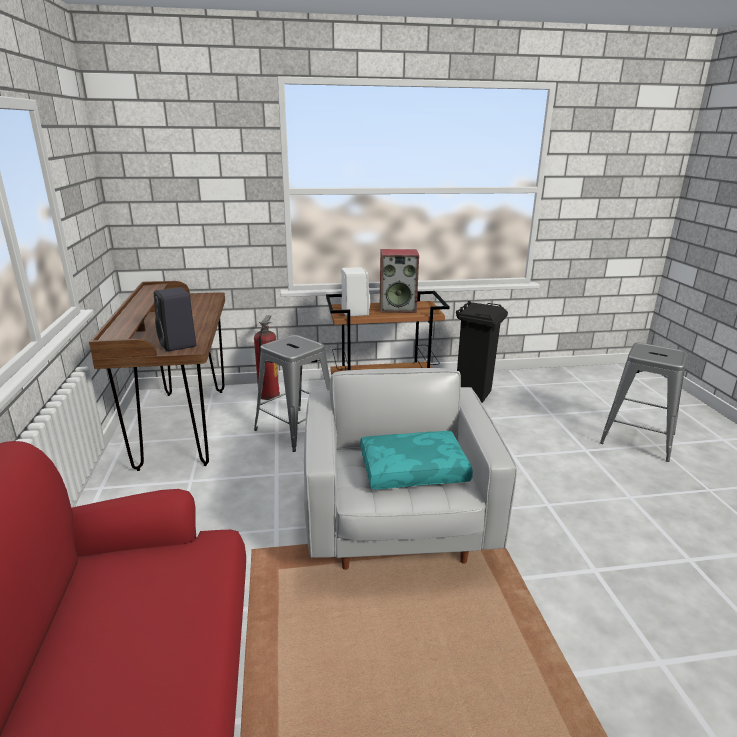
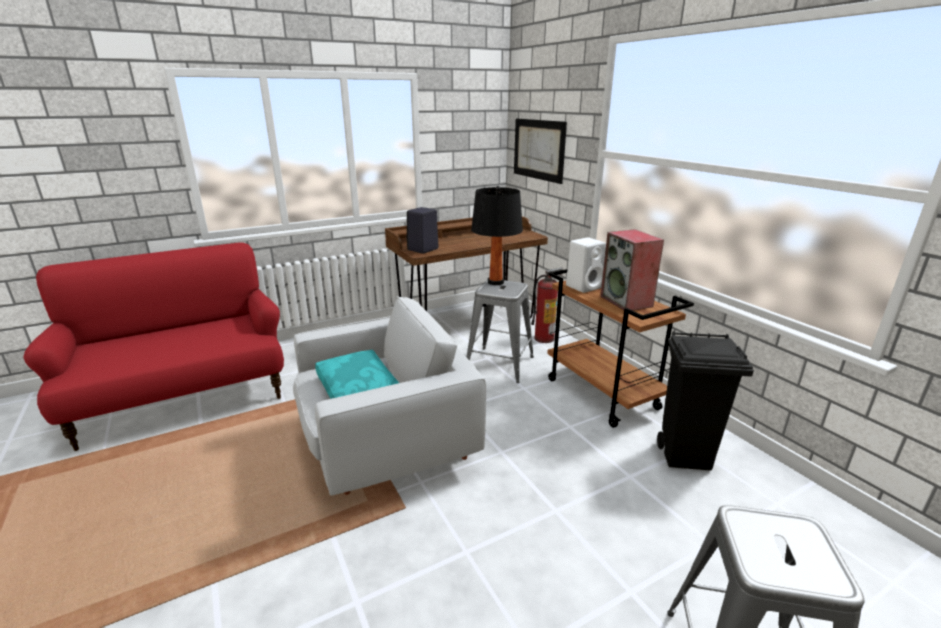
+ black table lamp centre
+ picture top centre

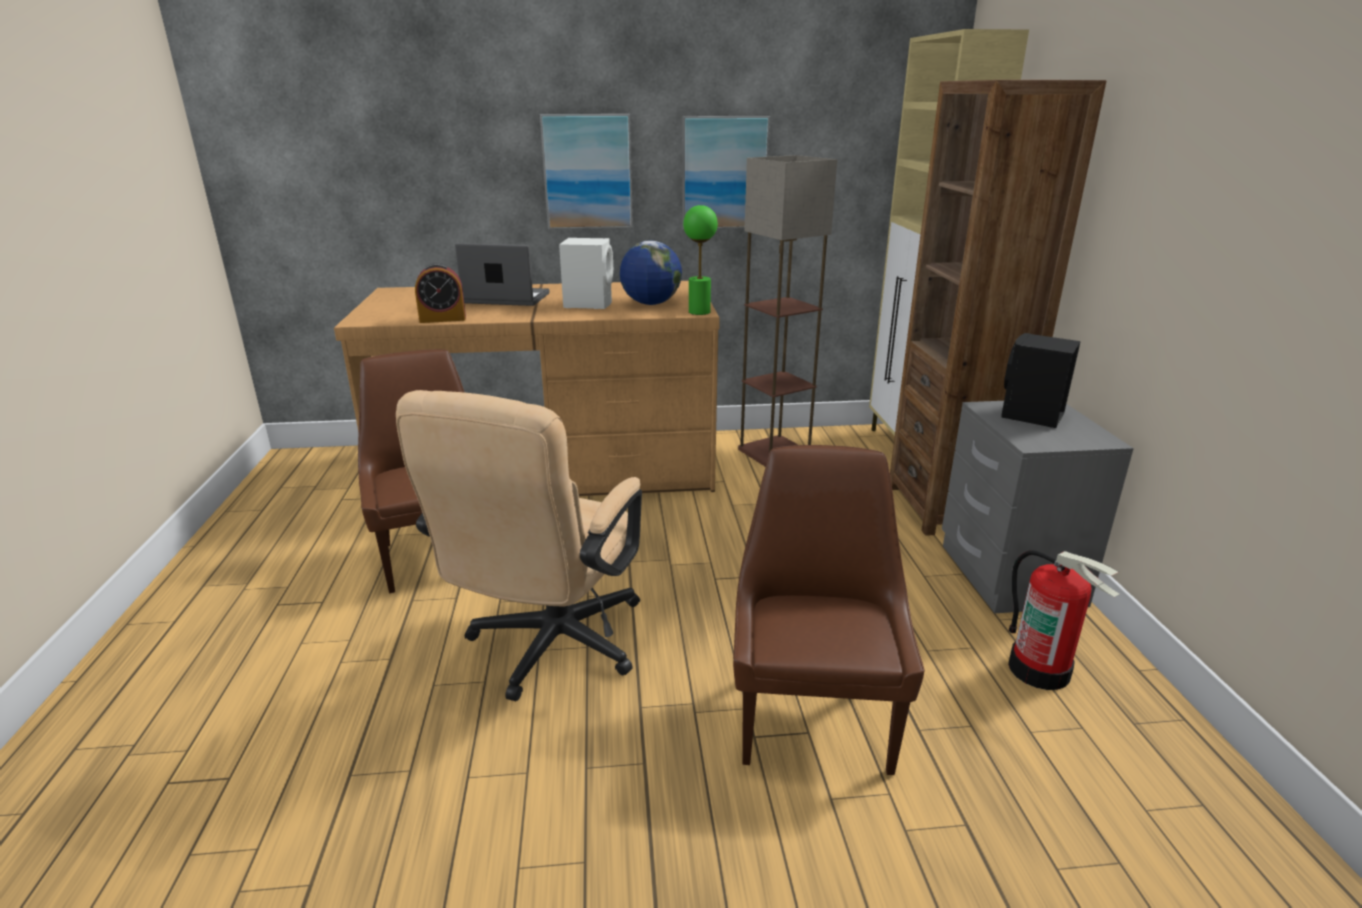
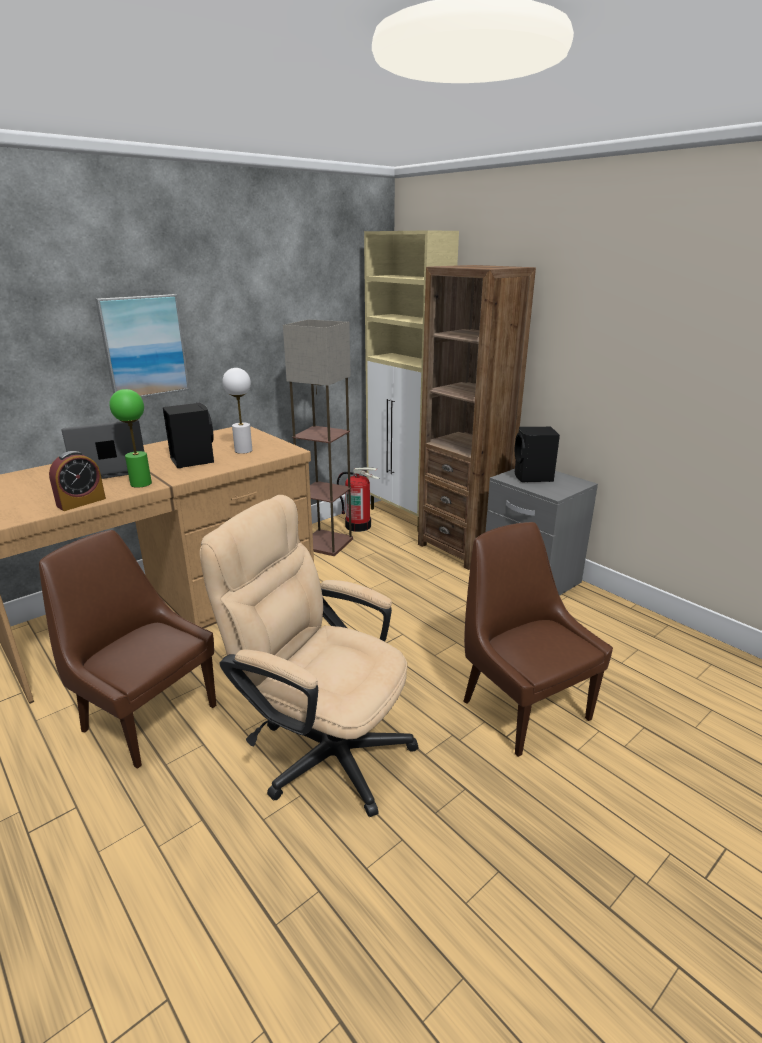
~ green table lamp top centre to middle left
~ white speaker top centre to black speaker (1st from left) middle left
~ beige office chair centre = centre 135 degrees clockwise
~ globe top centre to white table lamp middle left
~ fire extinguisher bottom right to centre
- picture (2nd from left) top centre

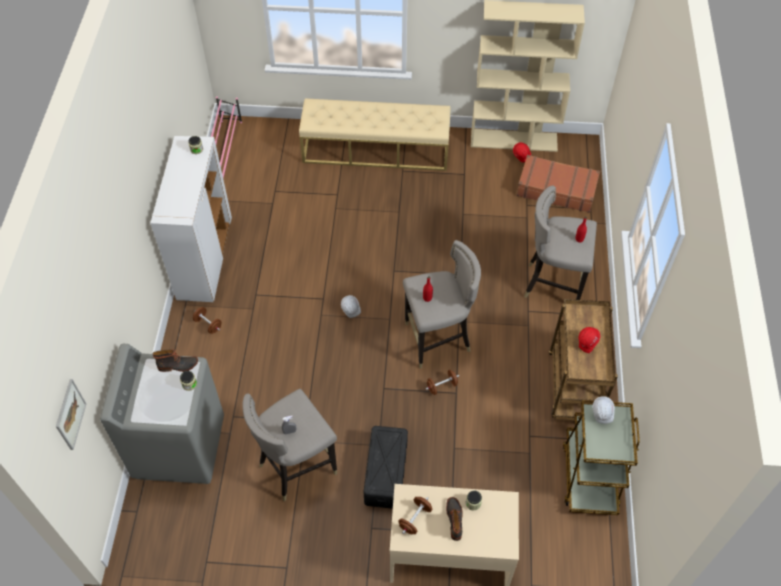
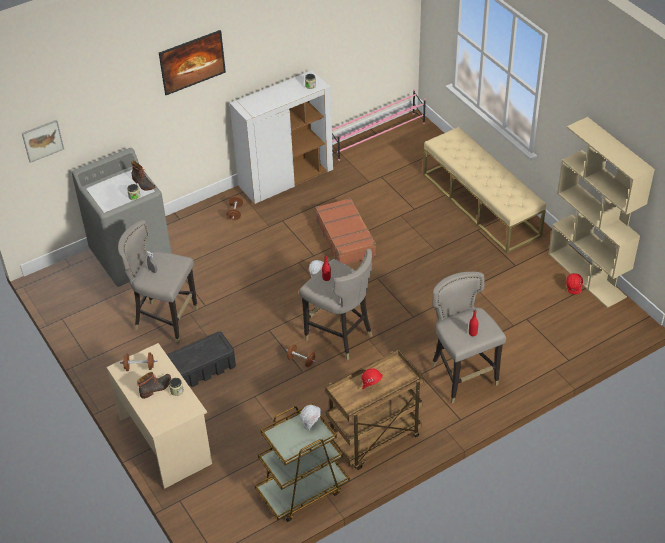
+ picture (2nd from left) top left
~ brown suitcase top right to centre

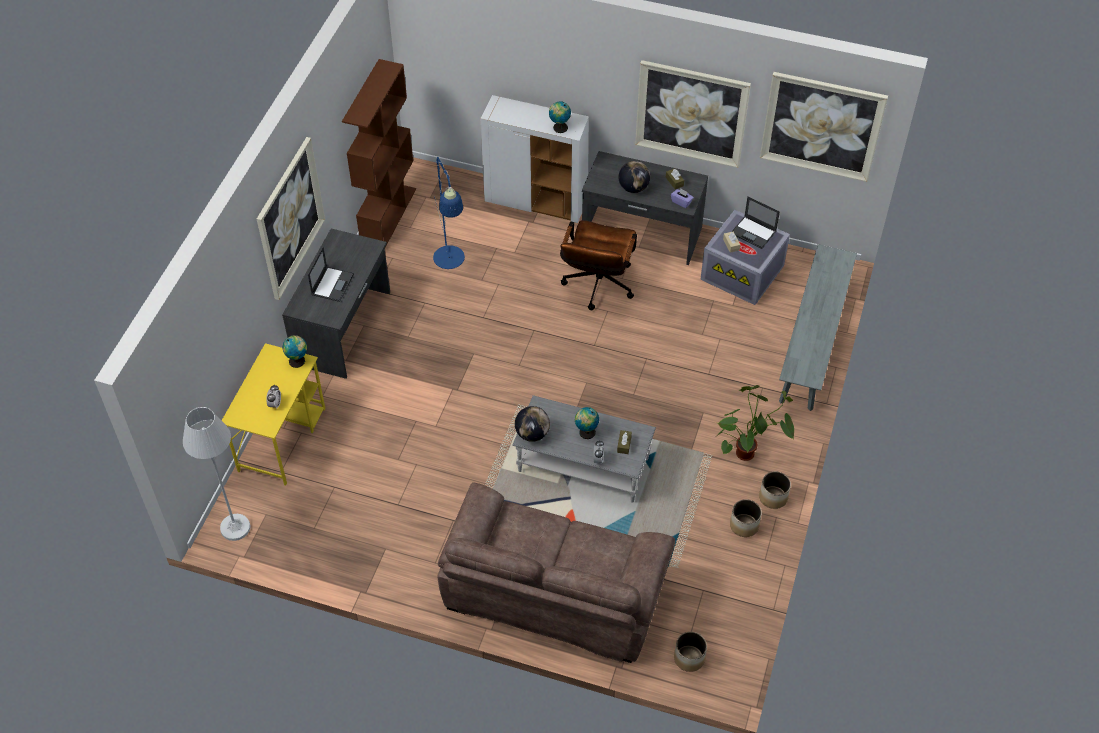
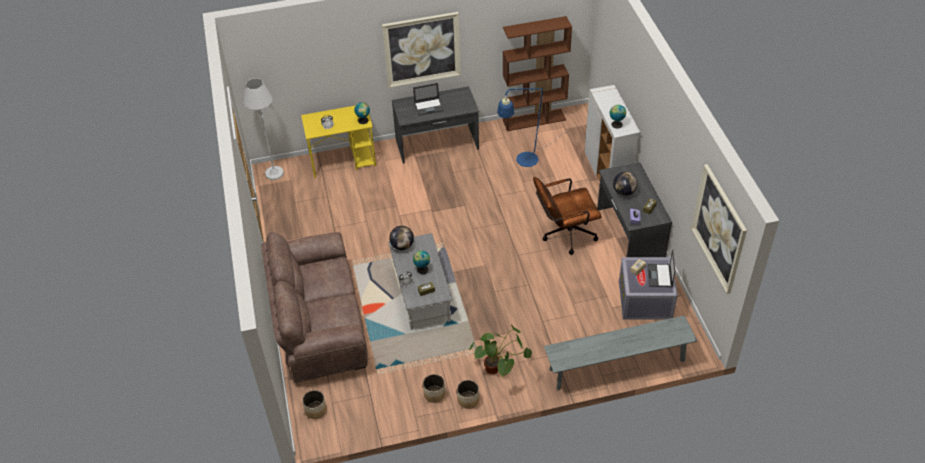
- picture (2nd from left) top centre

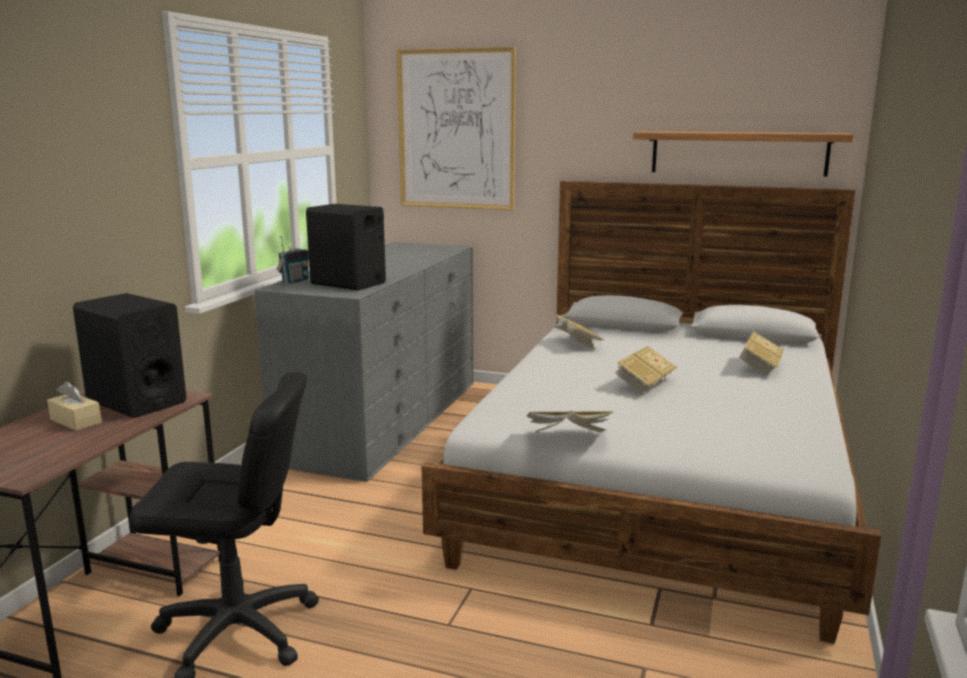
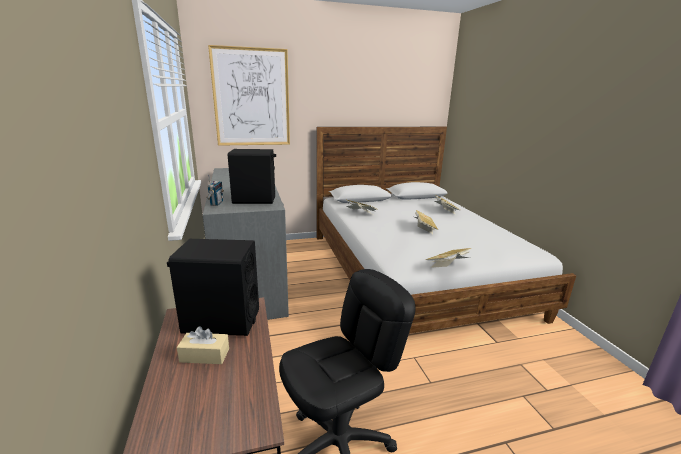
- shelf top right

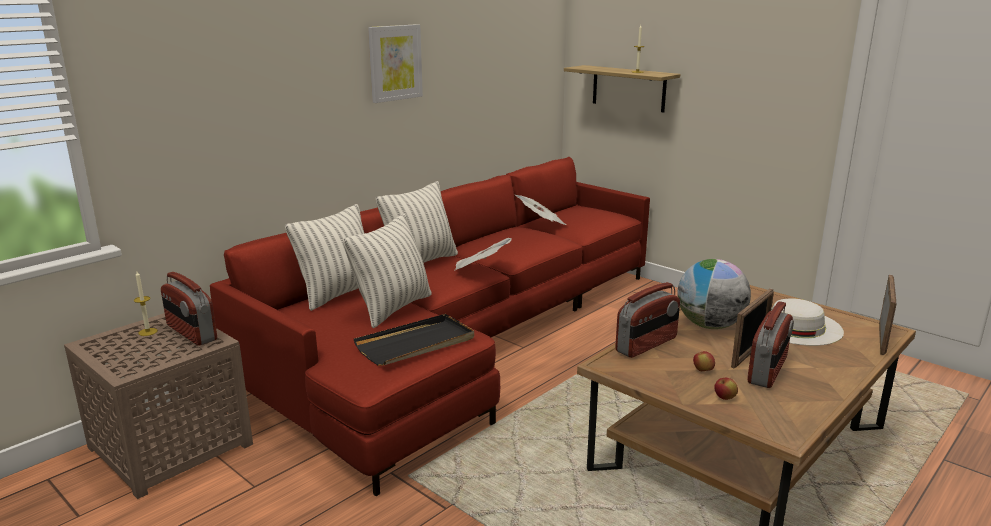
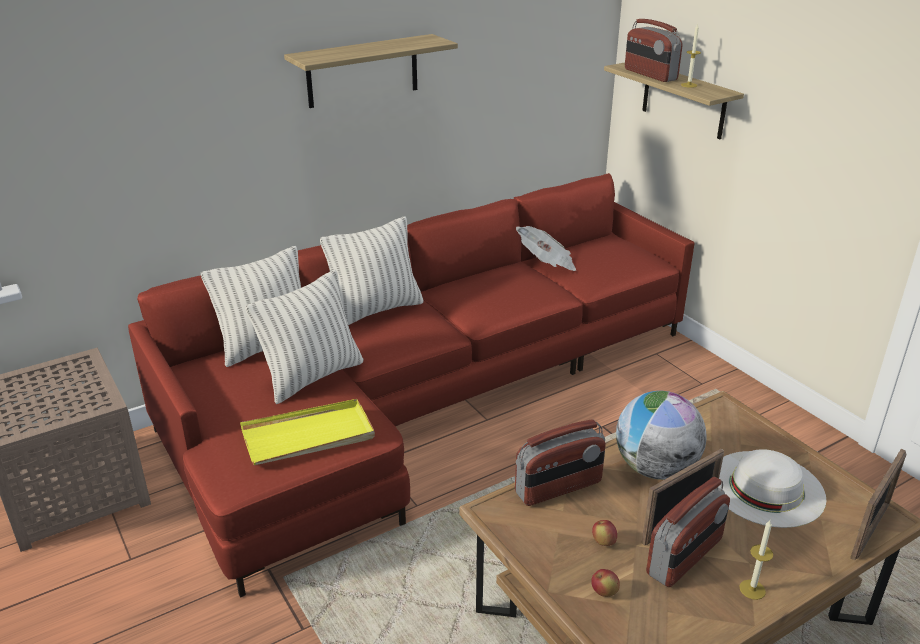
~ black tray centre to yellow tray bottom centre
~ picture top centre to shelf (1st from left) top centre
~ radio (1st from left in the first image) middle left to radio (2nd from left) top right
~ candle (1st from left in the first image) middle left to candle (2nd from left) bottom right
- newspaper (1st from left) centre

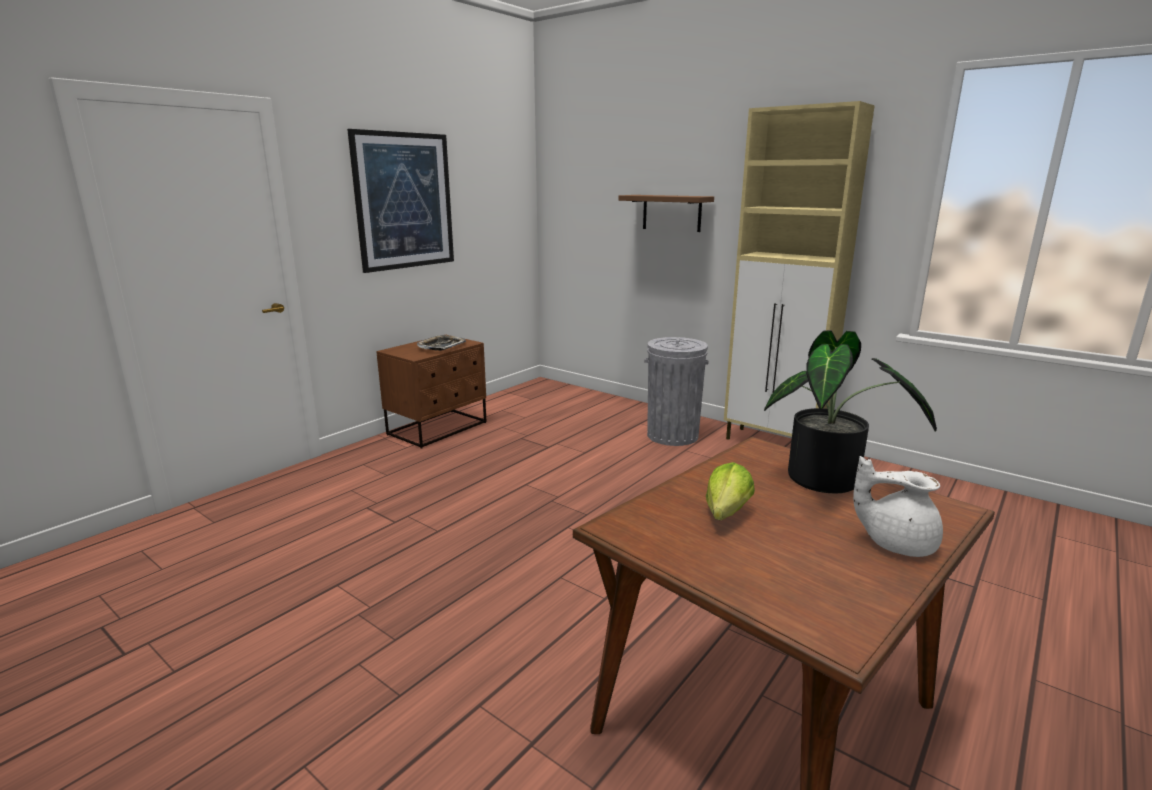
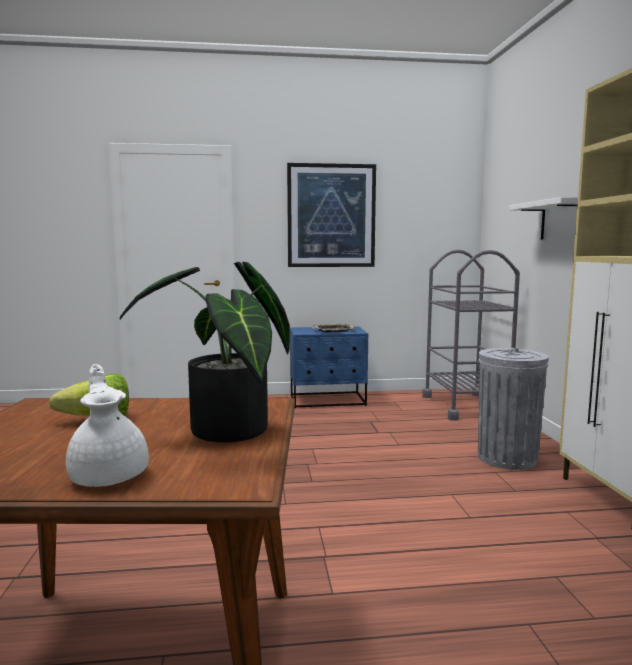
~ brown nightstand centre to blue nightstand centre
+ grey cart middle right
~ brown shelf top centre to white shelf top right

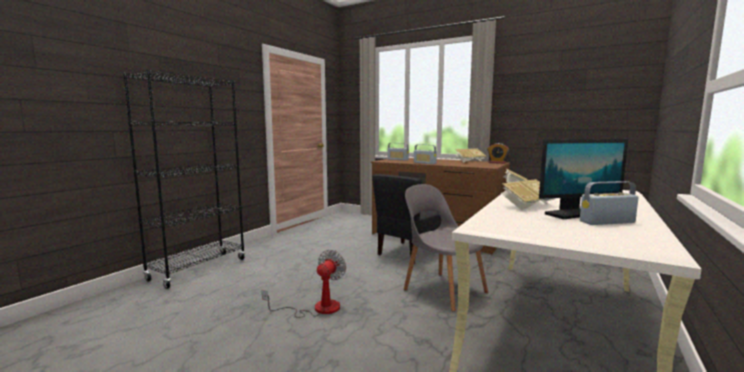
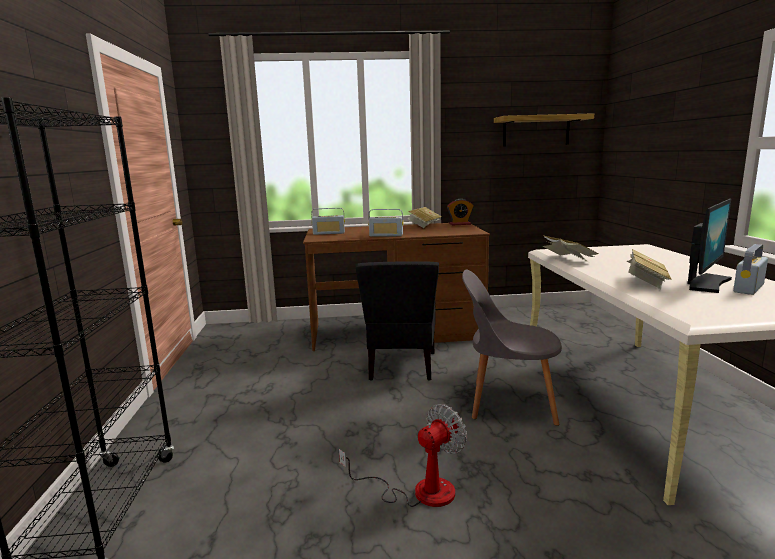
~ fan bottom centre = bottom centre 60 degrees clockwise
+ shelf top right

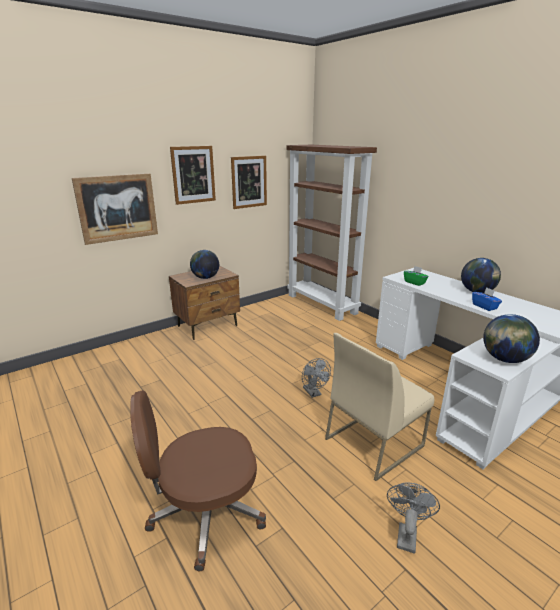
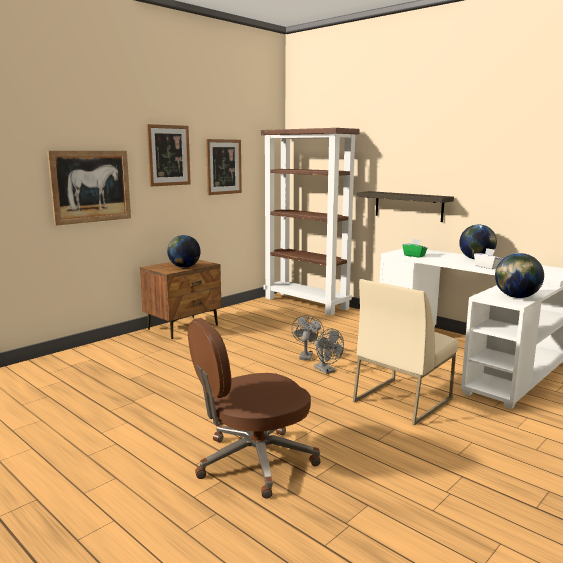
~ grey fan (2nd from left in the first image) bottom right to grey fan (1st from left) centre
+ shelf middle right
~ blue tissue box middle right to white tissue box middle right

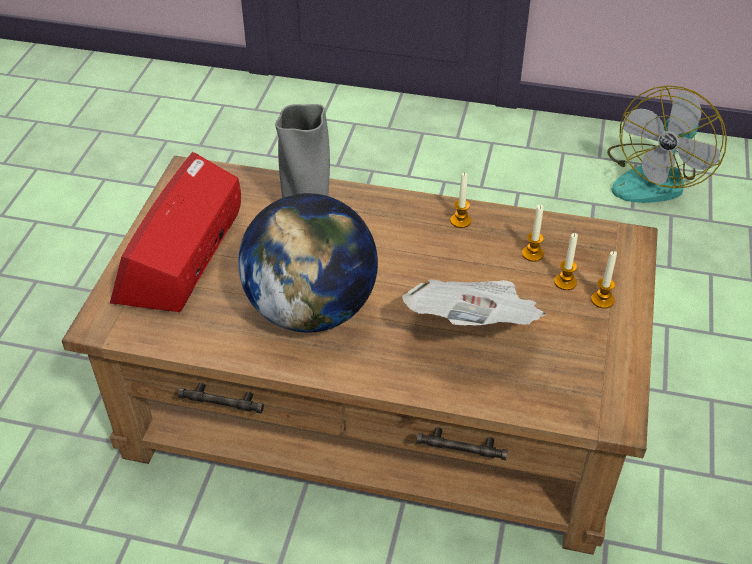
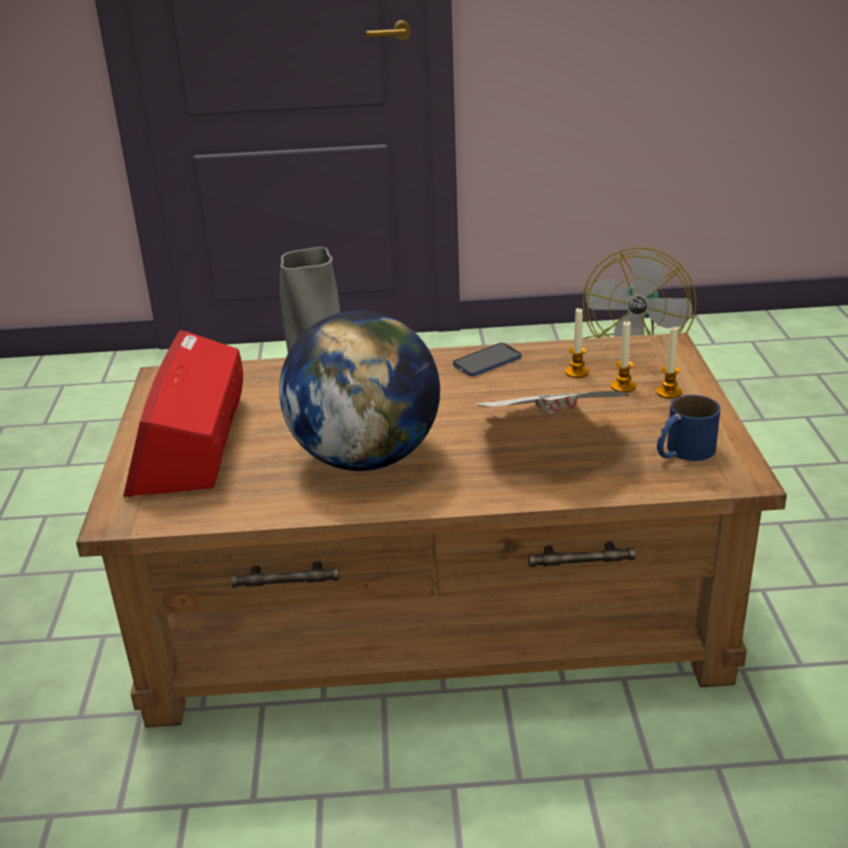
~ candle (1st from left) centre to phone centre
+ blue mug middle right

